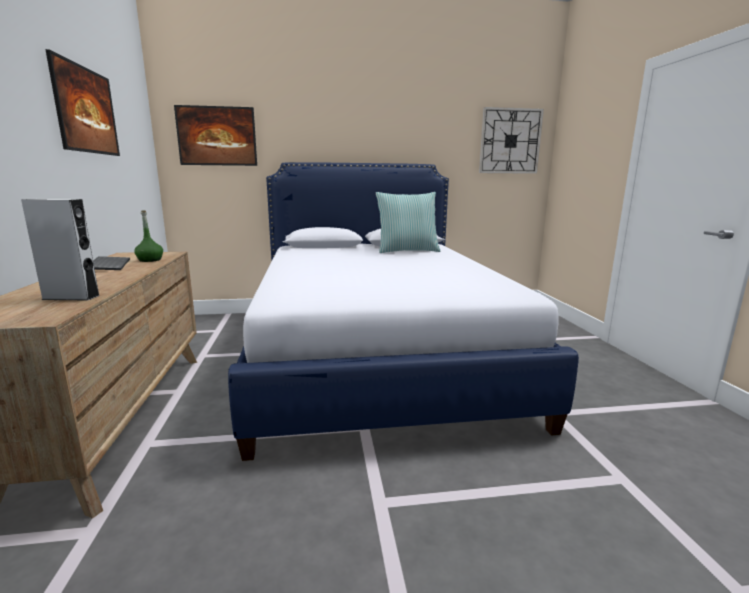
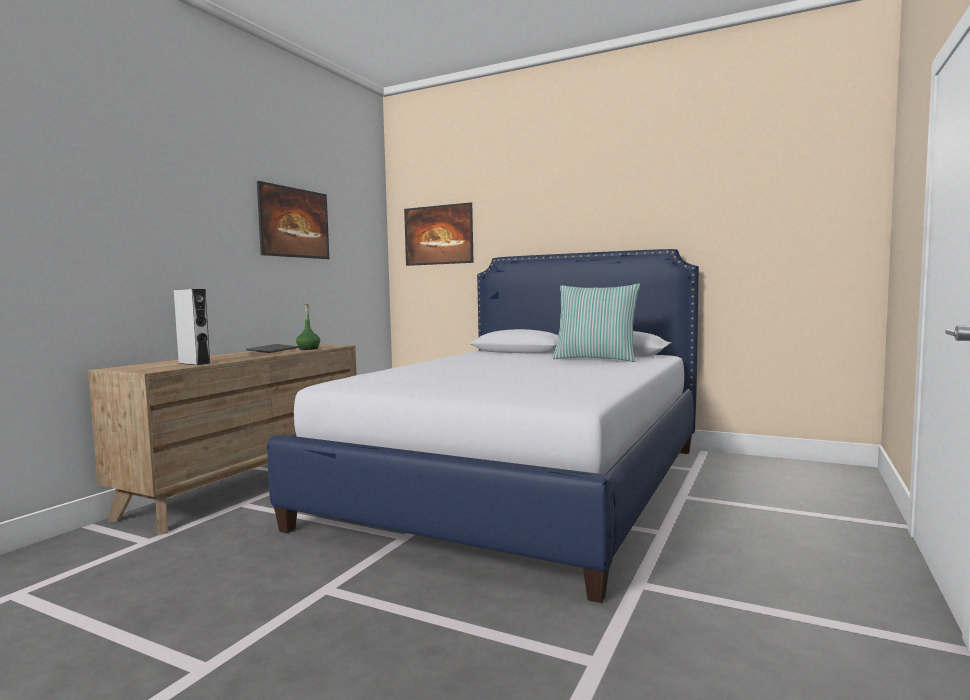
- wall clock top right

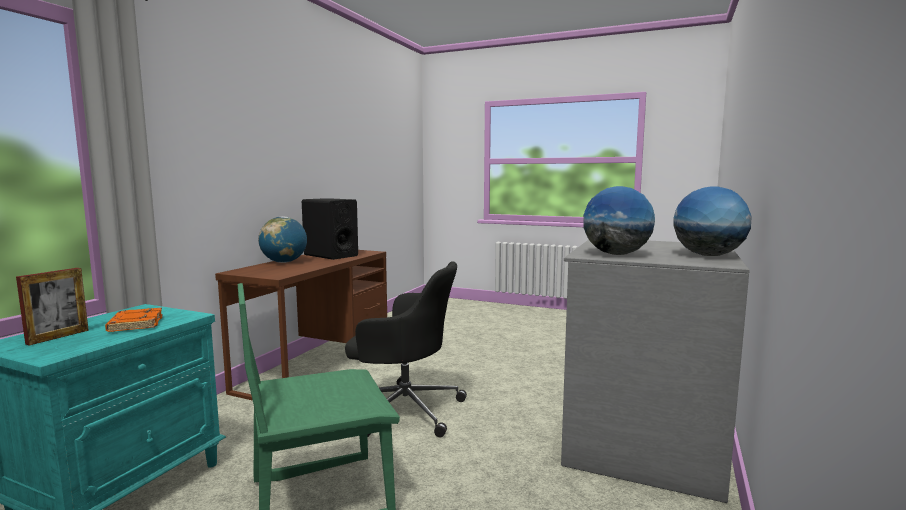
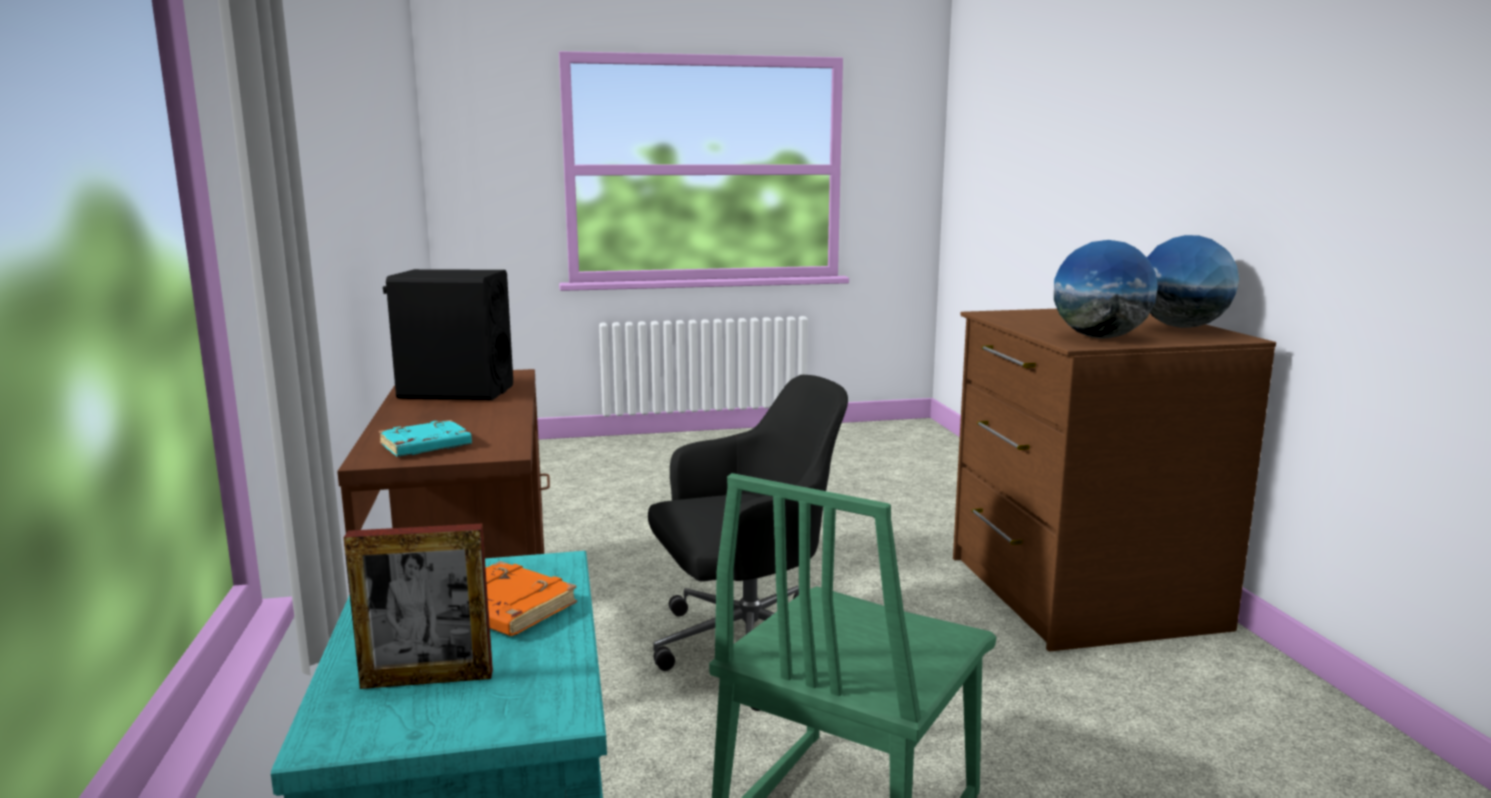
~ picture frame middle left = bottom left 90 degrees clockwise
+ turquoise book middle left
~ grey dresser bottom right to brown dresser middle right
- globe (1st from left) middle left

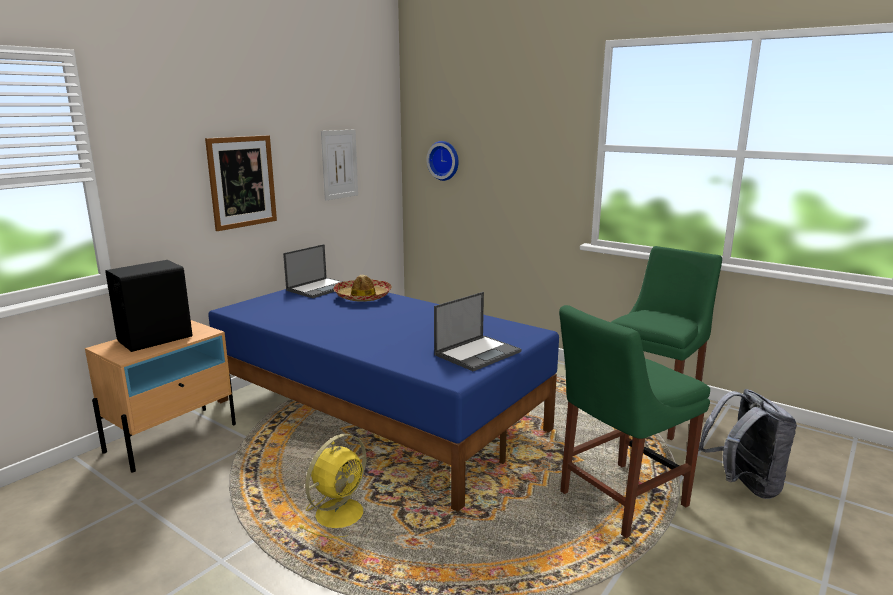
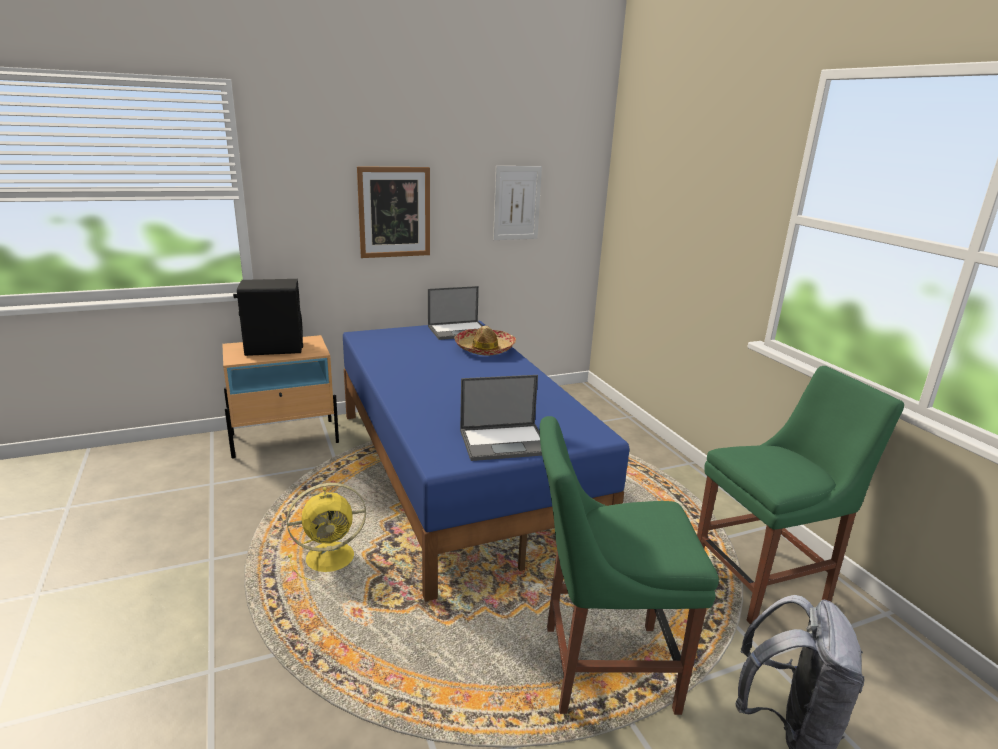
- wall clock top centre

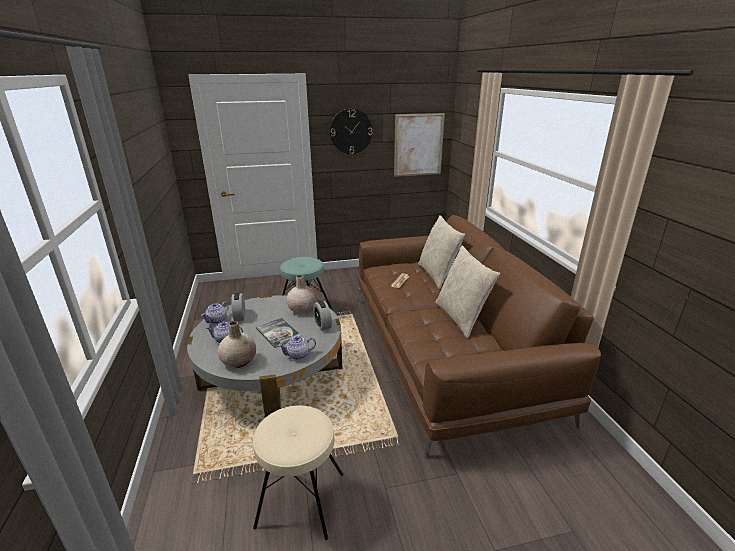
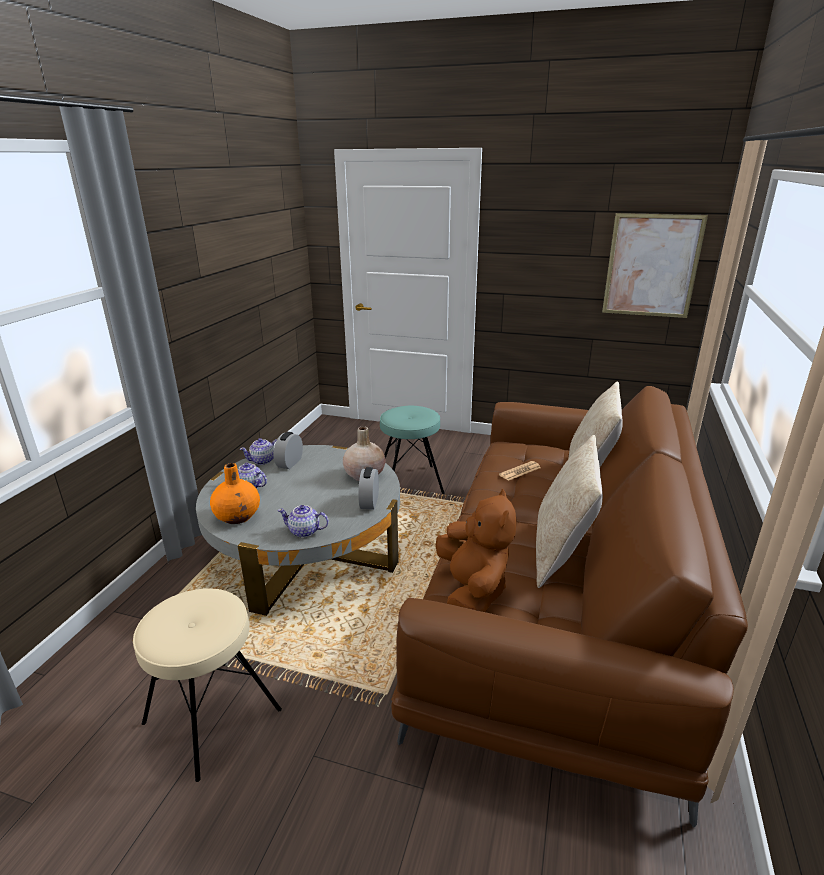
~ beige vase (1st from left) middle left to orange vase middle left
+ brown plush toy centre
- book centre
- wall clock top centre

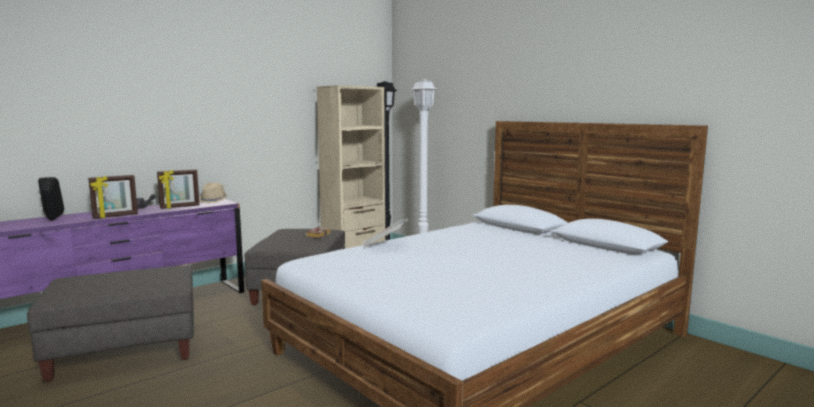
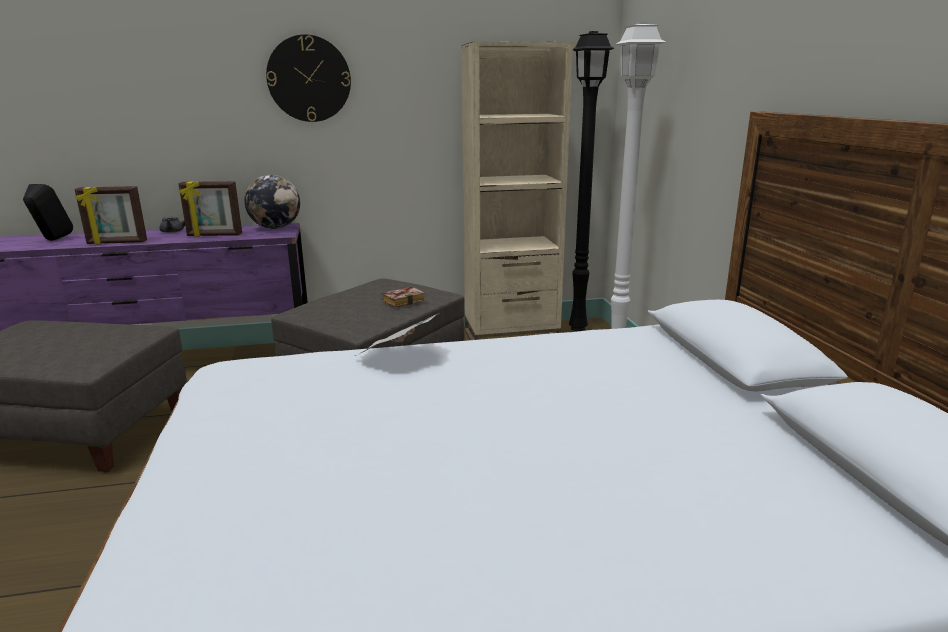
~ beige hat middle left to globe top left
+ wall clock top left

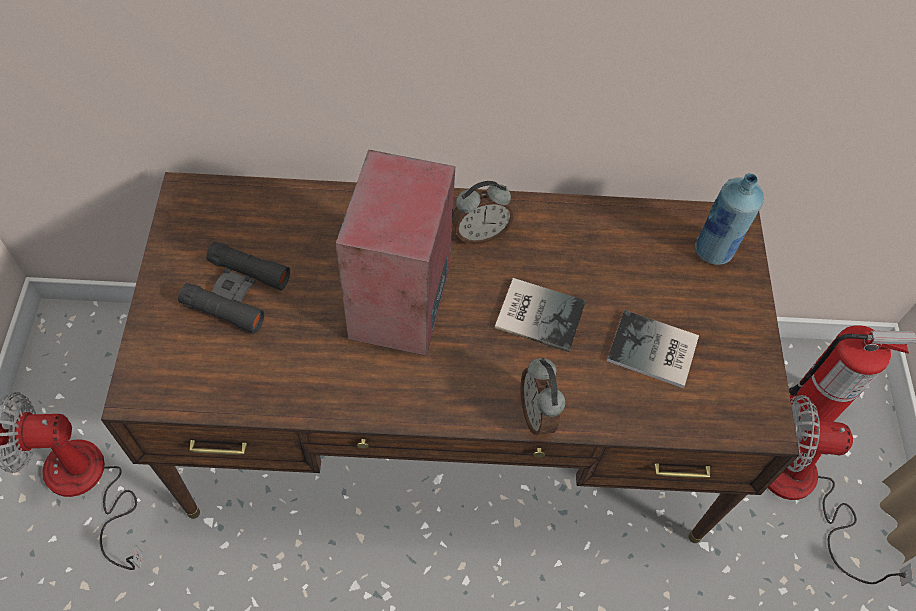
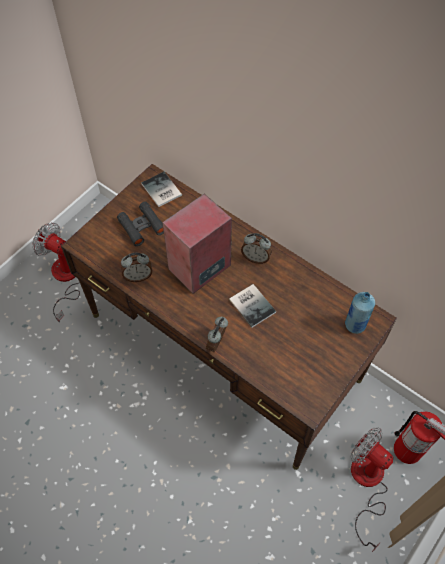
+ alarm clock (1st from left) middle left
~ book (2nd from left in the first image) middle right to book (1st from left) centre

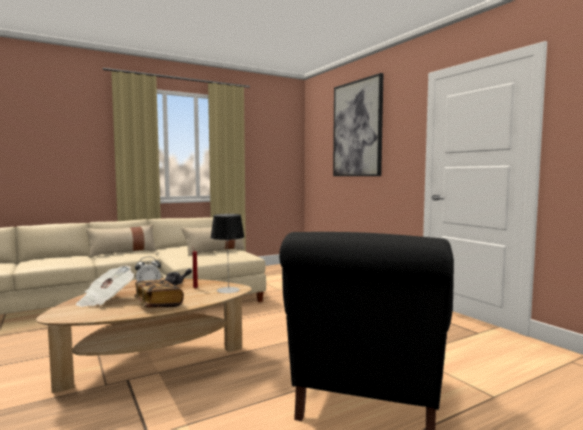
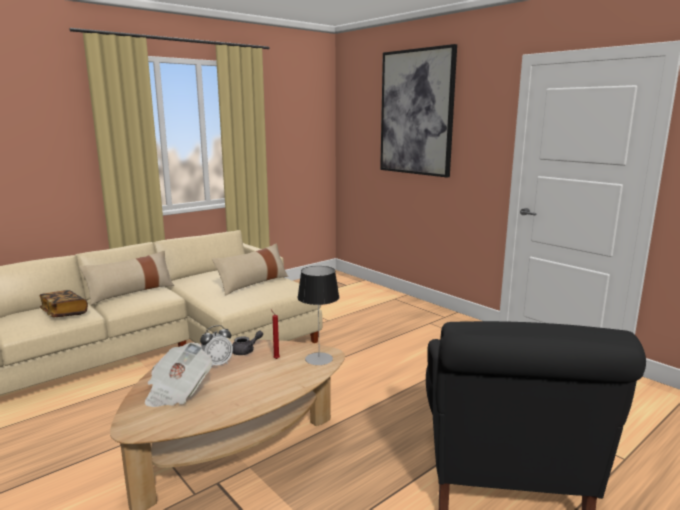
~ book bottom left to middle left

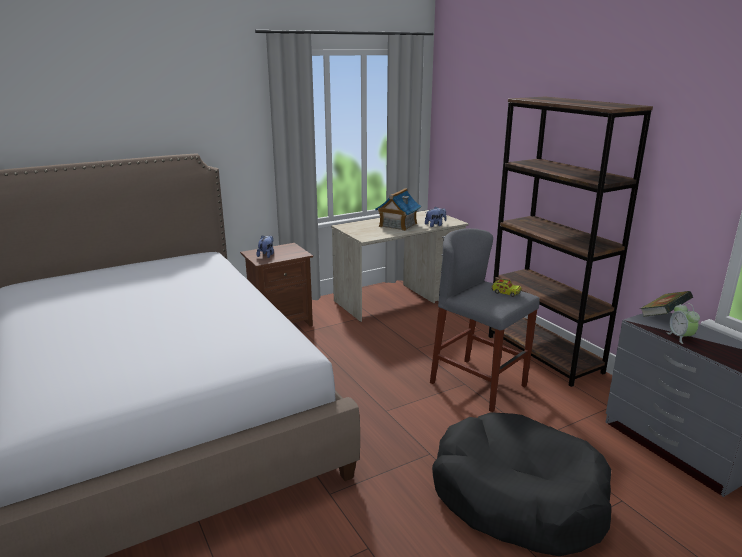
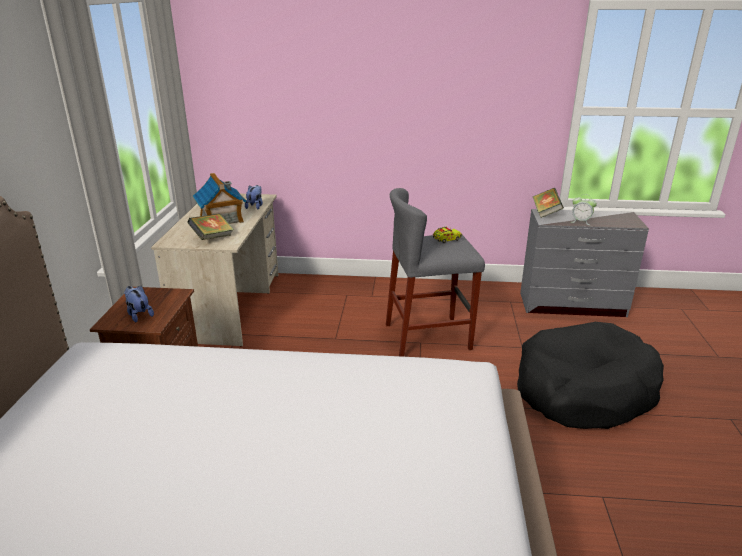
+ book (1st from left) middle left
- brown bookcase middle right

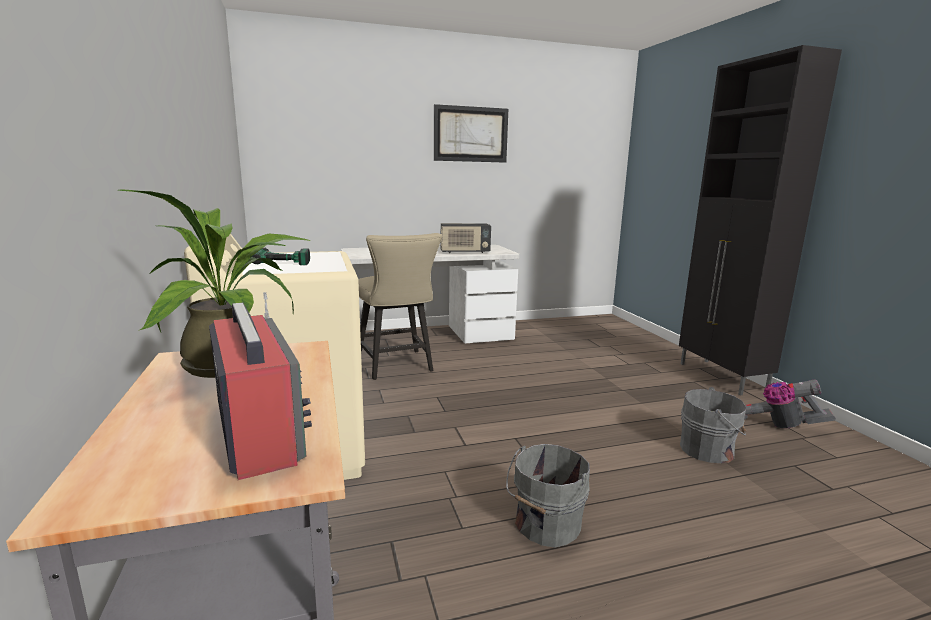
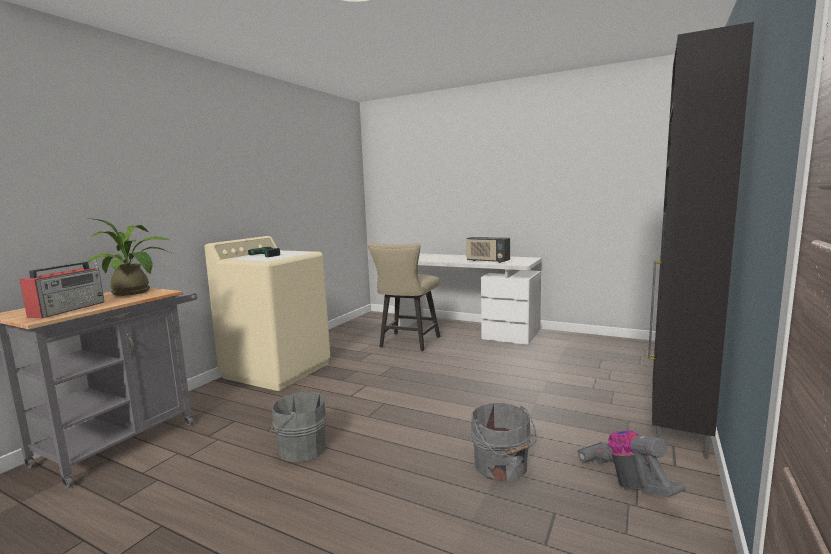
- picture top centre

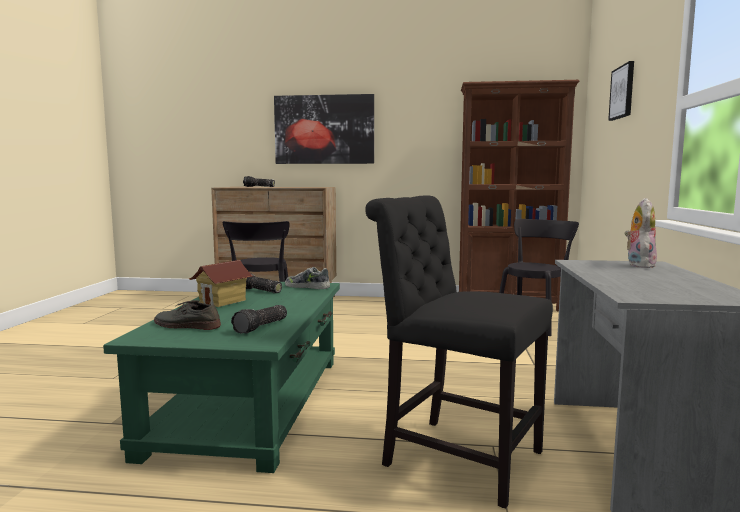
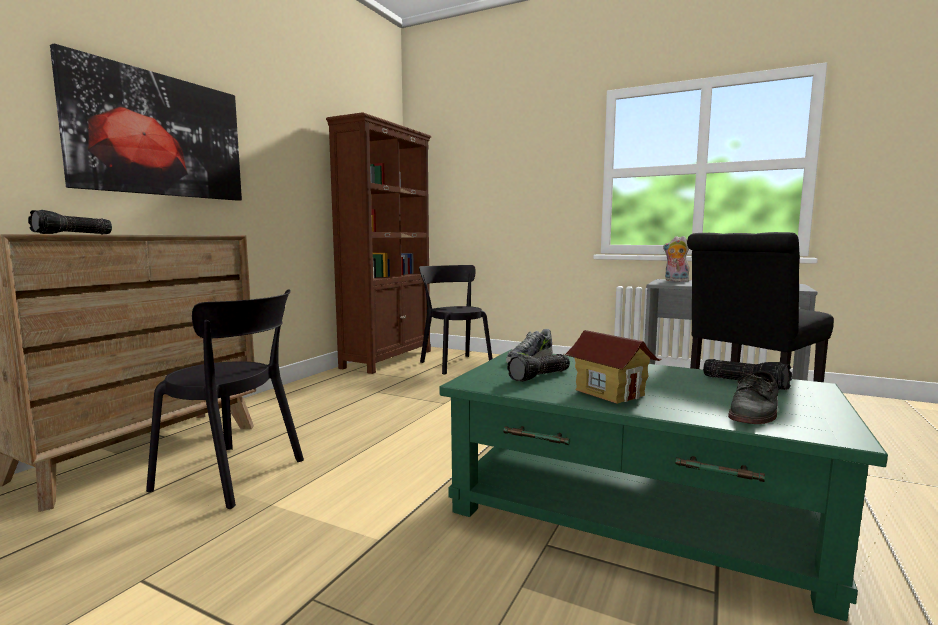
- picture (2nd from left) top right

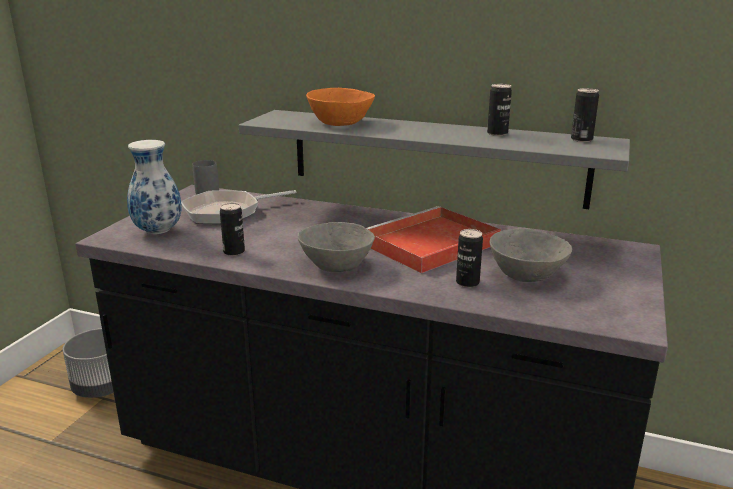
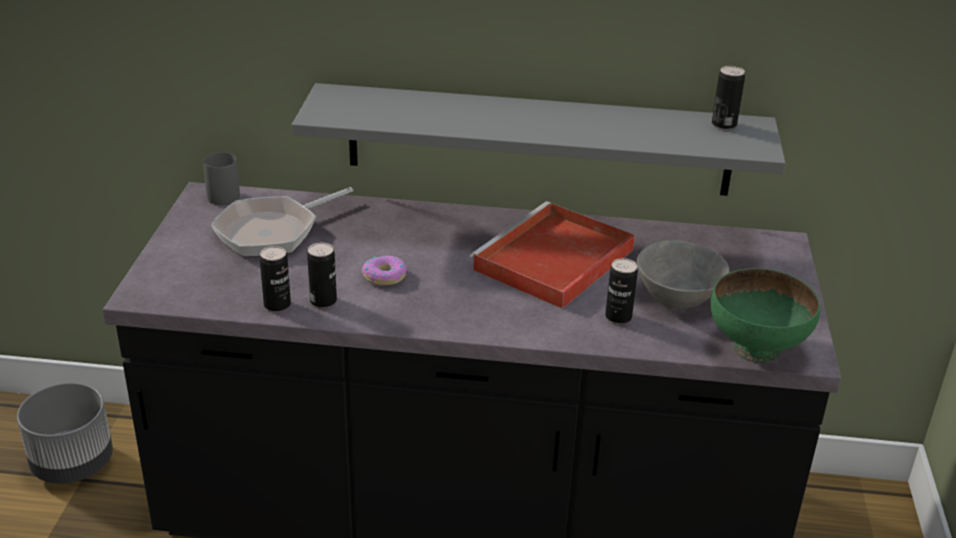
~ can (3rd from left in the first image) top right to can (1st from left) middle left
+ donut centre
+ green bowl middle right
- vase middle left
- grey bowl (1st from left) centre
- orange bowl top centre

